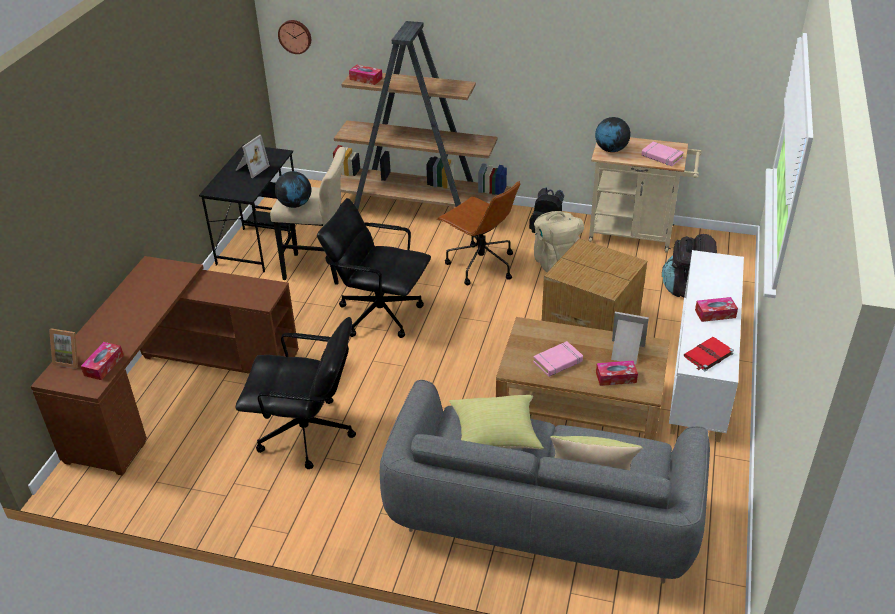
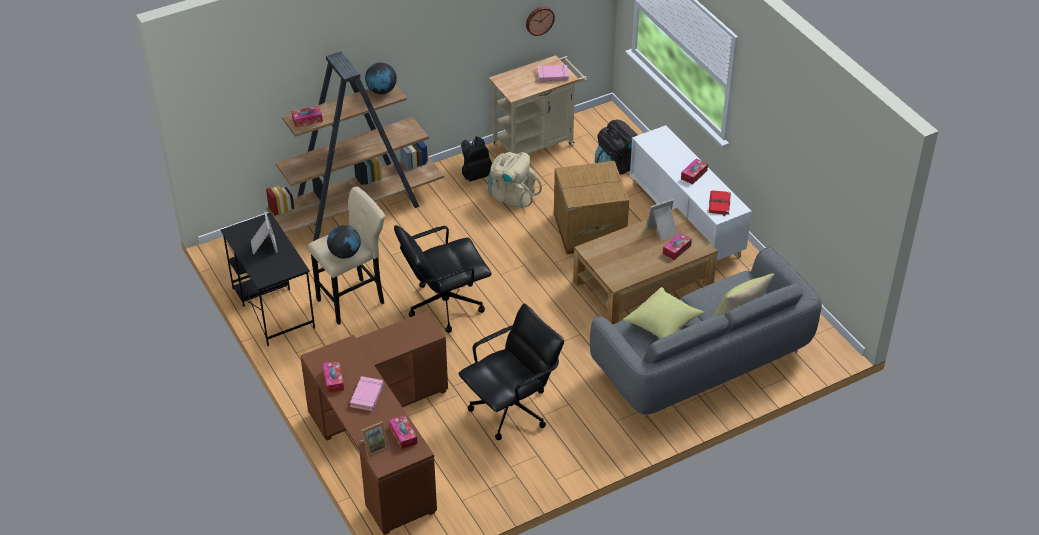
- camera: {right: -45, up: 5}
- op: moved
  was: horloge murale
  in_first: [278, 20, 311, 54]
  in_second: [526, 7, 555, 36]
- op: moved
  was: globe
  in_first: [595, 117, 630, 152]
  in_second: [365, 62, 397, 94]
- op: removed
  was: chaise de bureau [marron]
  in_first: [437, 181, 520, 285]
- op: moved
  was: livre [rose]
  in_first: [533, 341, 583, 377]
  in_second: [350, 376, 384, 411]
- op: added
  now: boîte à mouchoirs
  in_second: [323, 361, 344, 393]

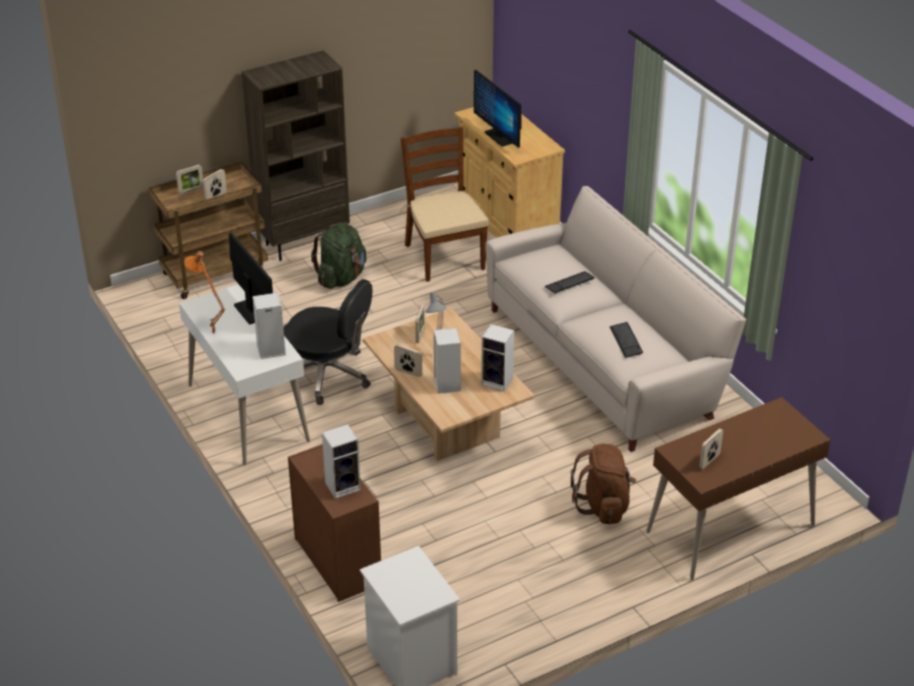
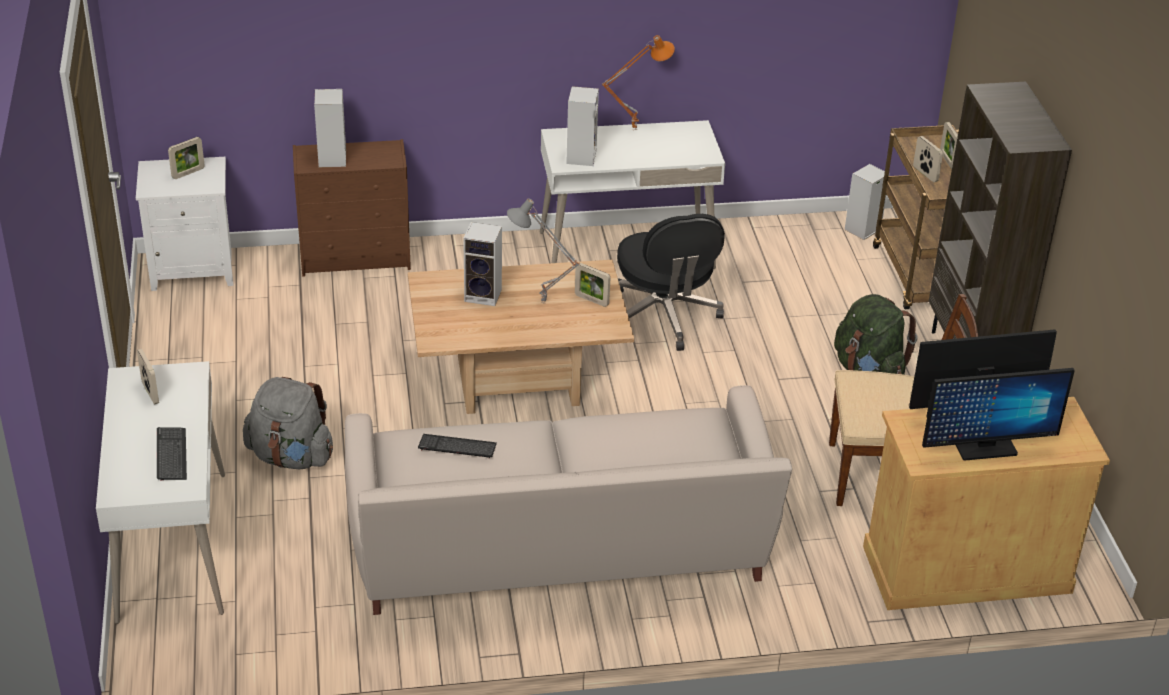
- camera: {right: 110, up: 0}
- op: moved
  was: écran d'ordinateur
  in_first: [229, 233, 273, 324]
  in_second: [922, 368, 1075, 460]
- op: moved
  was: clavier
  in_first: [544, 271, 595, 294]
  in_second: [157, 427, 187, 481]
- op: turned
  was: chaise de bureau [noir]
  in_first: [283, 279, 373, 405]
  in_second: [617, 214, 725, 351]
  clockwise: -60
- op: moved
  was: enceinte
  in_first: [481, 324, 514, 391]
  in_second: [845, 164, 890, 240]
- op: moved
  was: cadre photo
  in_first: [394, 345, 423, 377]
  in_second: [168, 137, 205, 179]
- op: recoloured
  was: bureau [marron]
  now: bureau [blanc]
  in_first: [646, 397, 830, 580]
  in_second: [96, 361, 225, 624]
- op: recoloured
  was: sac à dos [marron]
  now: sac à dos [gris]
  in_first: [571, 444, 636, 525]
  in_second: [243, 377, 333, 469]

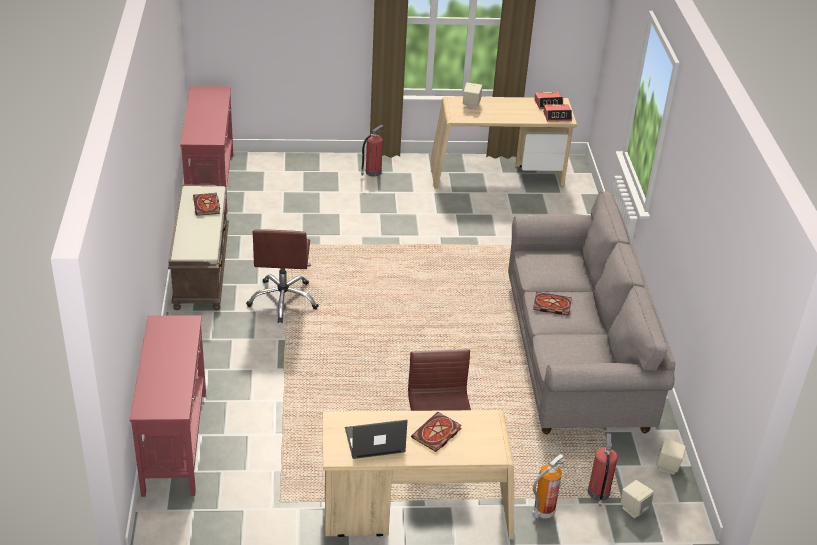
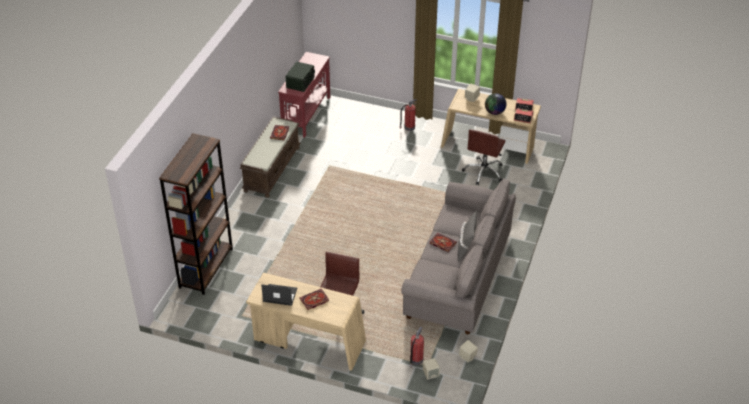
- camera: {right: 25, up: 5}
- op: moved
  was: chaise de bureau [marron]
  in_first: [246, 229, 319, 323]
  in_second: [462, 129, 505, 185]
- op: replaced
  was: table console [rouge]
  now: bibliothèque [marron]
  in_first: [130, 315, 206, 497]
  in_second: [159, 133, 233, 295]
- op: removed
  was: extincteur
  in_first: [532, 454, 564, 519]
- op: added
  now: radio
  in_second: [286, 62, 315, 92]
- op: added
  now: globe
  in_second: [485, 93, 506, 115]
- op: added
  now: coussin [gris]
  in_second: [458, 211, 477, 261]

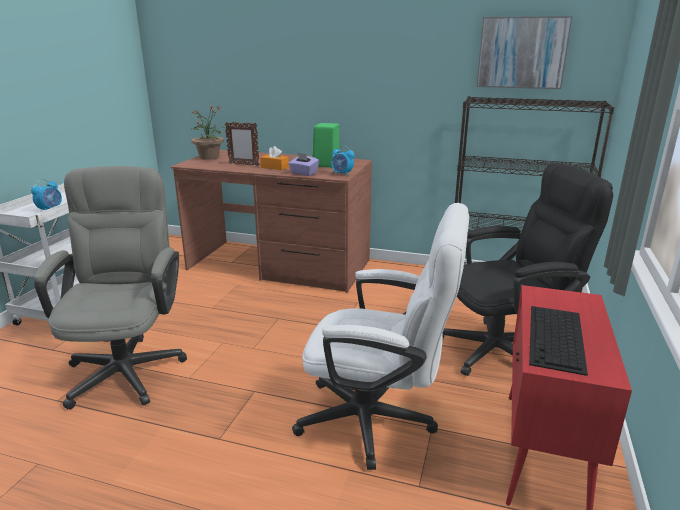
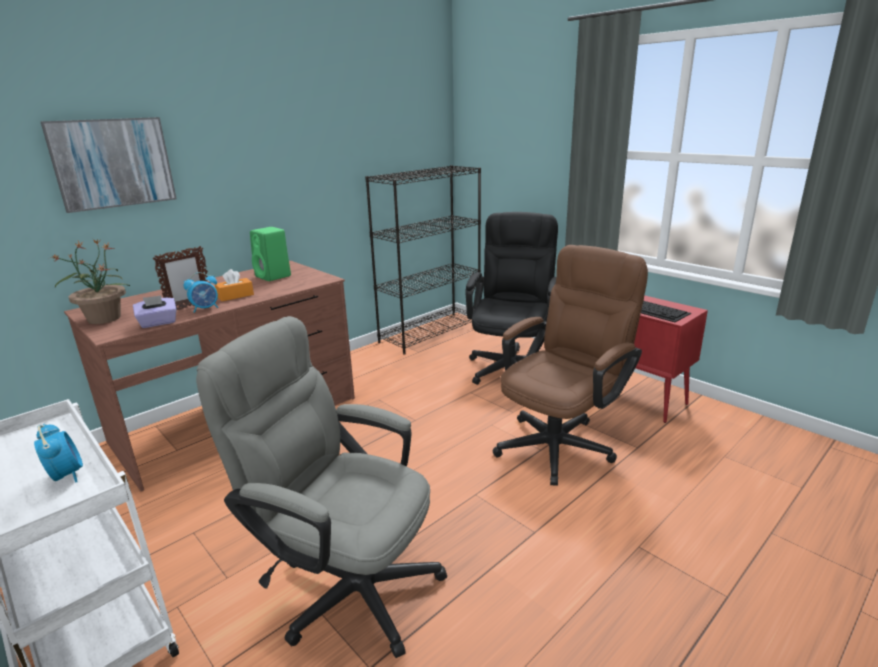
- camera: {right: -60, up: 0}
- op: moved
  was: tableau
  in_first: [476, 16, 572, 89]
  in_second: [40, 117, 177, 213]
- op: moved
  was: réveil
  in_first: [331, 145, 354, 176]
  in_second: [184, 272, 219, 313]
- op: moved
  was: boîte à mouchoirs [violet]
  in_first: [288, 152, 319, 176]
  in_second: [133, 295, 177, 328]
- op: recoloured
  was: chaise de bureau [blanc]
  now: chaise de bureau [marron]
  in_first: [292, 203, 469, 470]
  in_second: [493, 245, 648, 486]

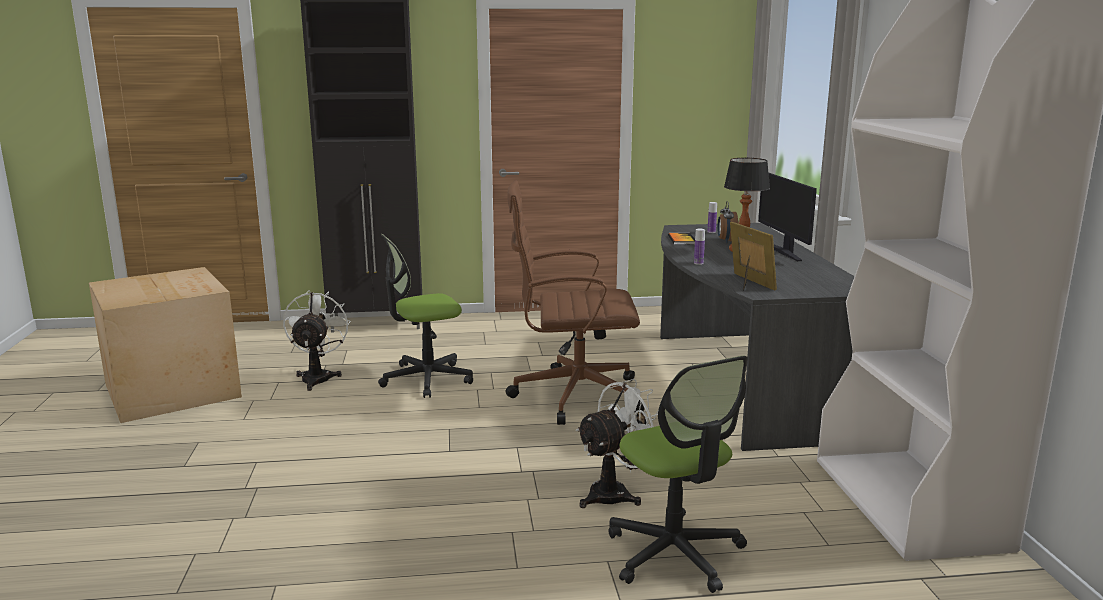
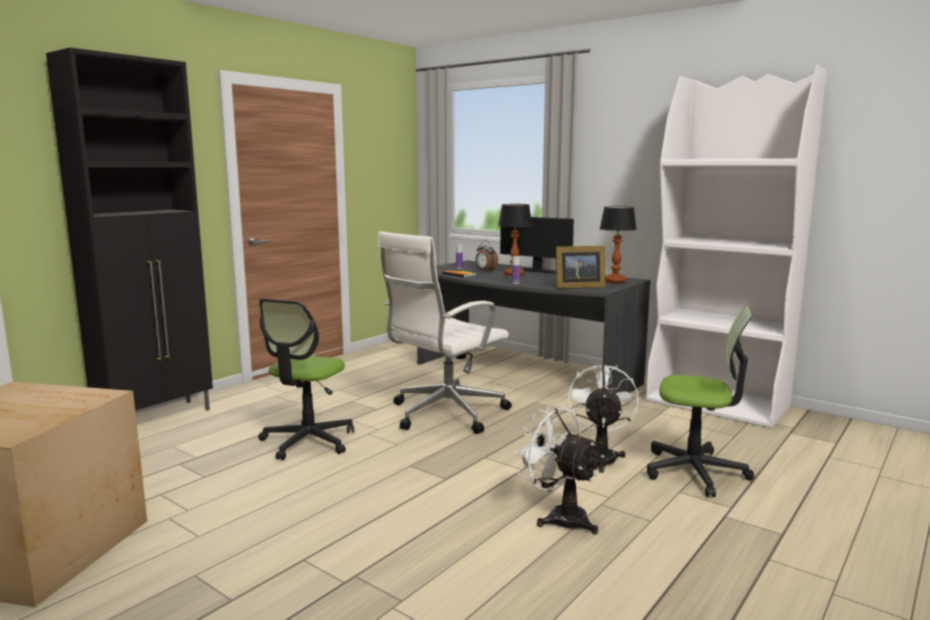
- camera: {right: -45, up: -5}
- op: recoloured
  was: chaise de bureau [marron]
  now: chaise de bureau [blanc]
  in_first: [506, 180, 645, 425]
  in_second: [377, 231, 512, 434]
- op: turned
  was: cadre photo
  in_first: [730, 222, 777, 291]
  in_second: [556, 246, 605, 289]
  clockwise: 150
- op: moved
  was: ventilateur [blanc]
  in_first: [283, 290, 351, 391]
  in_second: [514, 404, 605, 534]
- op: added
  now: lampe de table
  in_second: [600, 206, 637, 283]

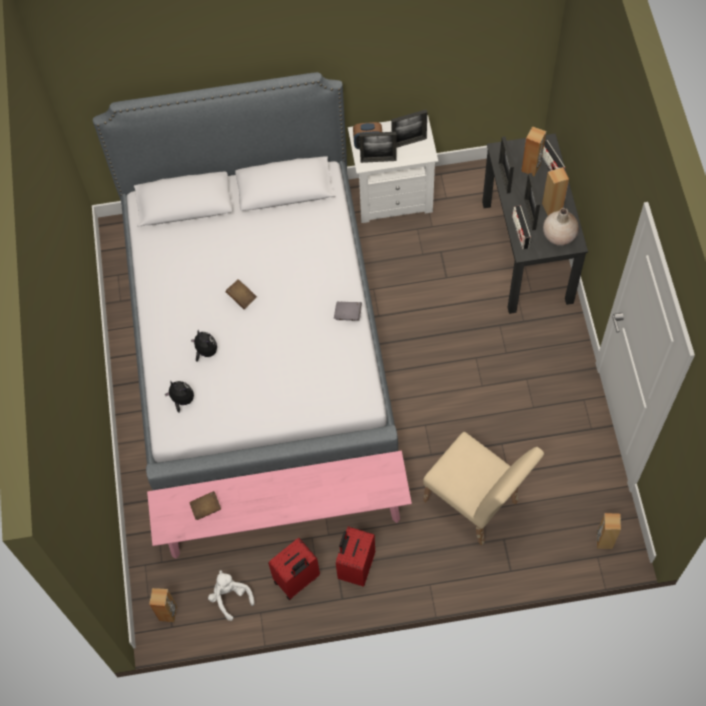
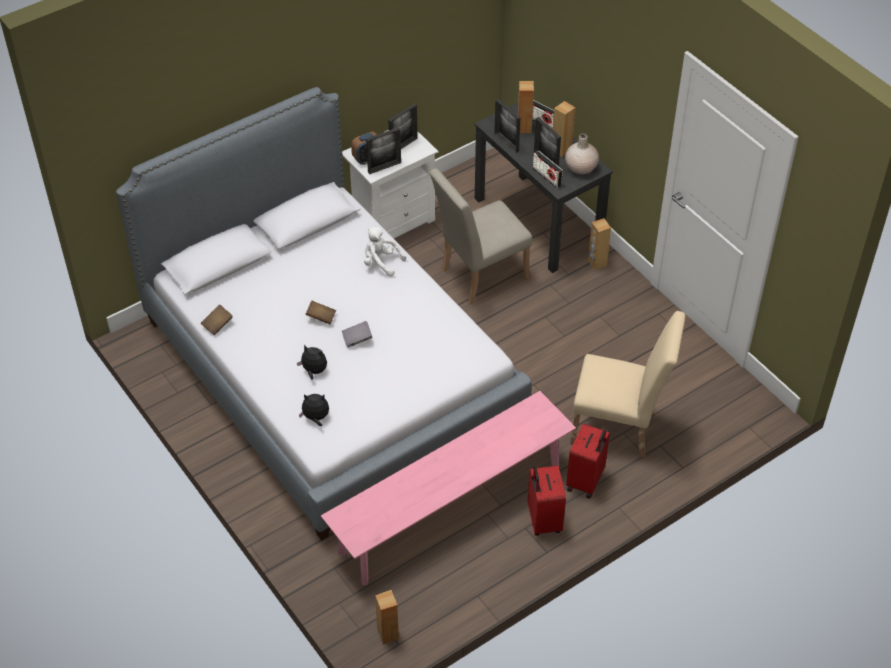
- camera: {right: -30, up: -15}
- op: moved
  was: livre [gris]
  in_first: [334, 302, 362, 321]
  in_second: [342, 321, 373, 348]
- op: moved
  was: livre [marron]
  in_first: [189, 491, 221, 520]
  in_second: [201, 304, 233, 335]
- op: moved
  was: enceinte [marron]
  in_first: [597, 513, 621, 549]
  in_second: [588, 218, 611, 270]
- op: moved
  was: valise [rouge]
  in_first: [268, 538, 320, 600]
  in_second: [566, 423, 610, 499]
- op: moved
  was: peluche [blanc]
  in_first: [208, 570, 255, 621]
  in_second: [364, 227, 406, 277]
- op: added
  now: chaise [beige]
  in_second: [429, 168, 532, 304]

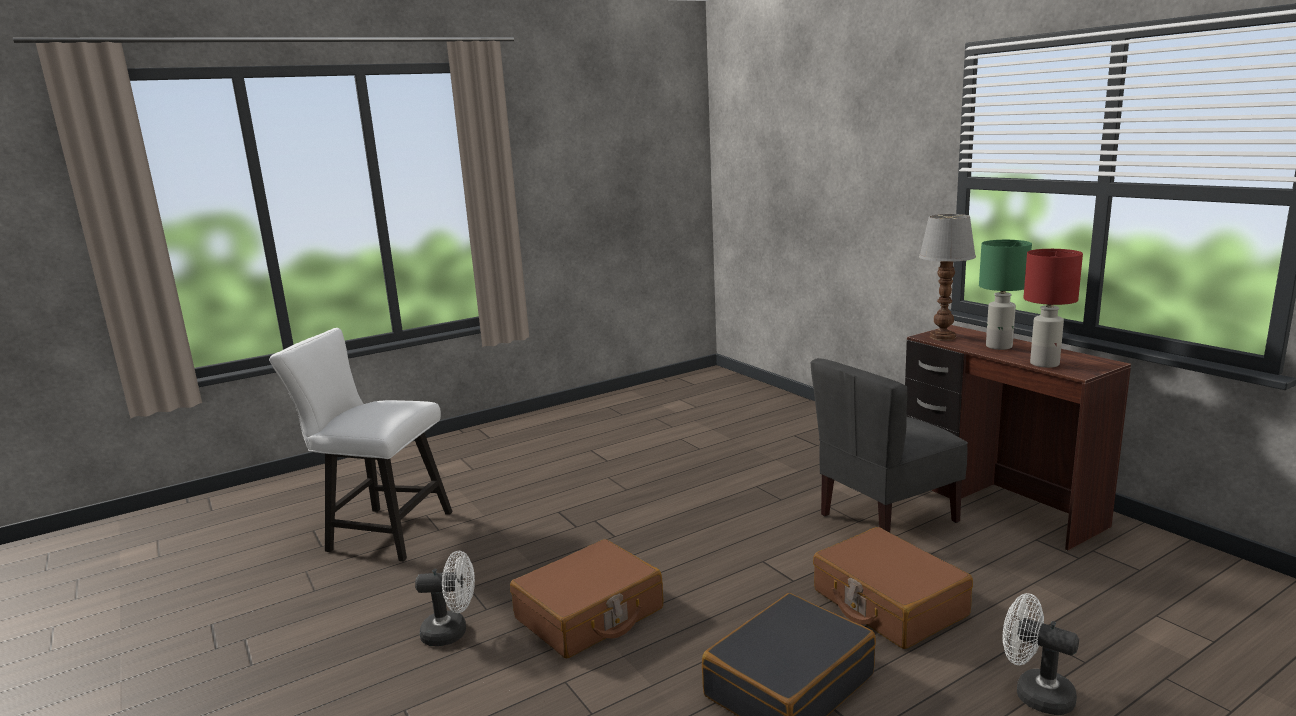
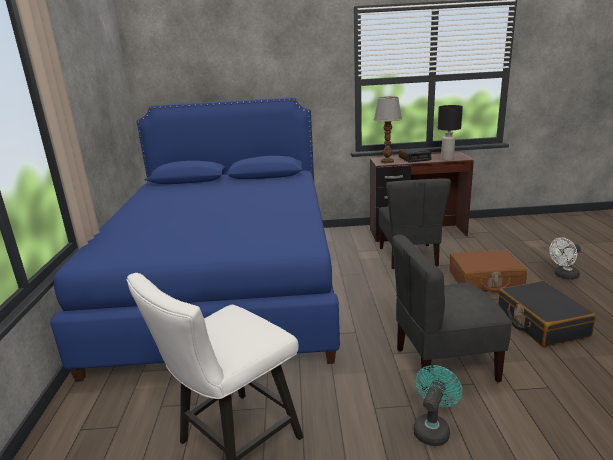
- camera: {right: -60, up: 5}
- op: replaced
  was: lampe de table [vert]
  now: réveil
  in_first: [979, 240, 1032, 350]
  in_second: [399, 148, 431, 163]
- op: recoloured
  was: lampe de table [rouge]
  now: lampe de table [noir]
  in_first: [1024, 249, 1083, 368]
  in_second: [438, 105, 463, 160]
- op: replaced
  was: valise [marron]
  now: chaise [gris]
  in_first: [510, 539, 663, 658]
  in_second: [392, 234, 512, 391]
- op: recoloured
  was: ventilateur [blanc]
  now: ventilateur [turquoise]
  in_first: [415, 551, 475, 646]
  in_second: [414, 365, 462, 446]
- op: added
  now: lit [bleu]
  in_second: [50, 97, 340, 382]

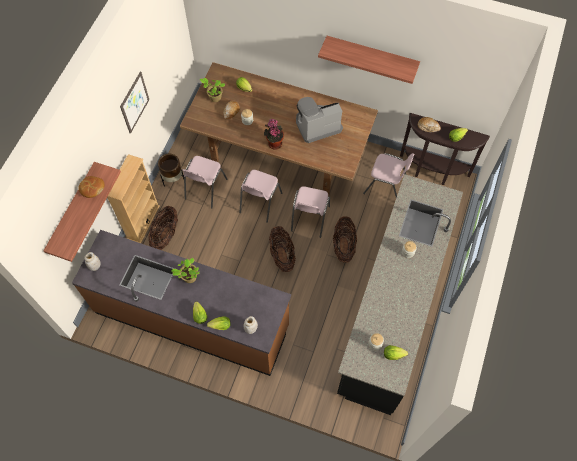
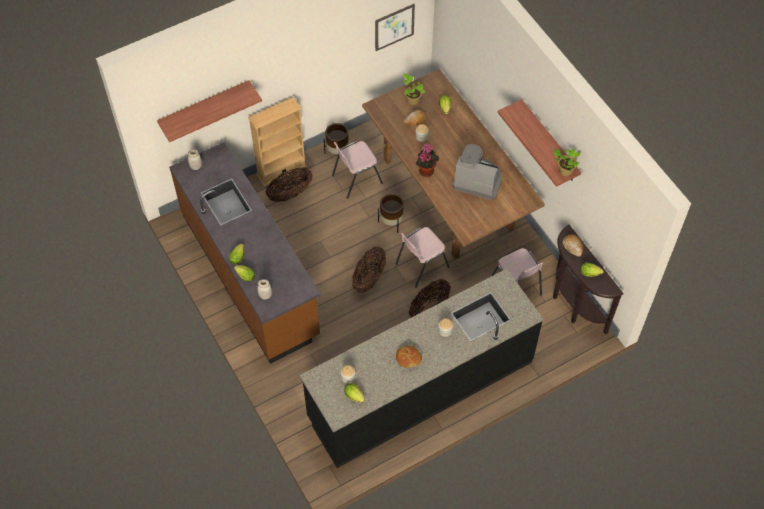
- camera: {right: 40, up: -5}
- op: moved
  was: tableau
  in_first: [120, 71, 149, 134]
  in_second: [375, 4, 415, 51]
- op: replaced
  was: chaise [rose]
  now: cache-pot [marron]
  in_first: [239, 170, 282, 223]
  in_second: [378, 193, 404, 233]
- op: moved
  was: pain
  in_first: [78, 176, 105, 198]
  in_second: [396, 345, 422, 368]
- op: moved
  was: plante en pot
  in_first: [171, 258, 200, 283]
  in_second: [553, 149, 581, 176]

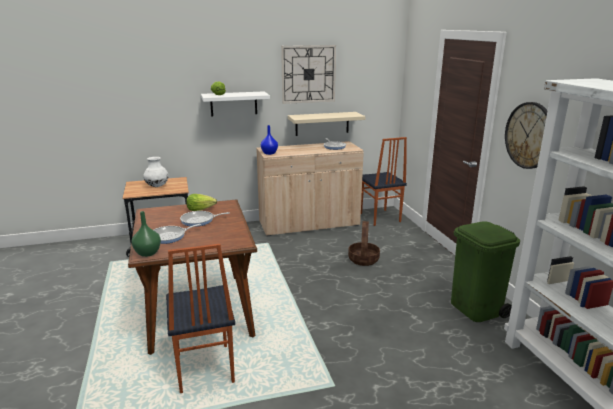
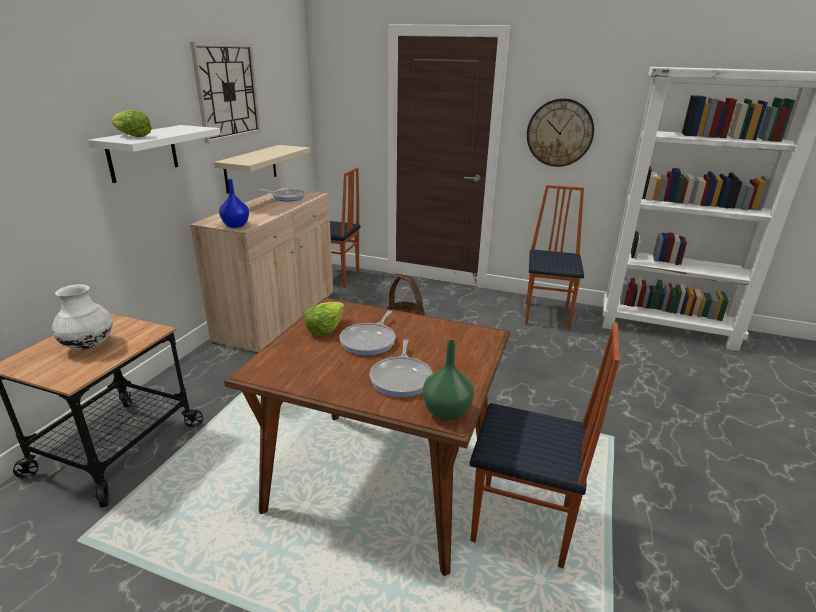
- camera: {right: -55, up: 5}
- op: replaced
  was: poubelle [vert]
  now: chaise
  in_first: [451, 221, 520, 322]
  in_second: [525, 185, 584, 330]

